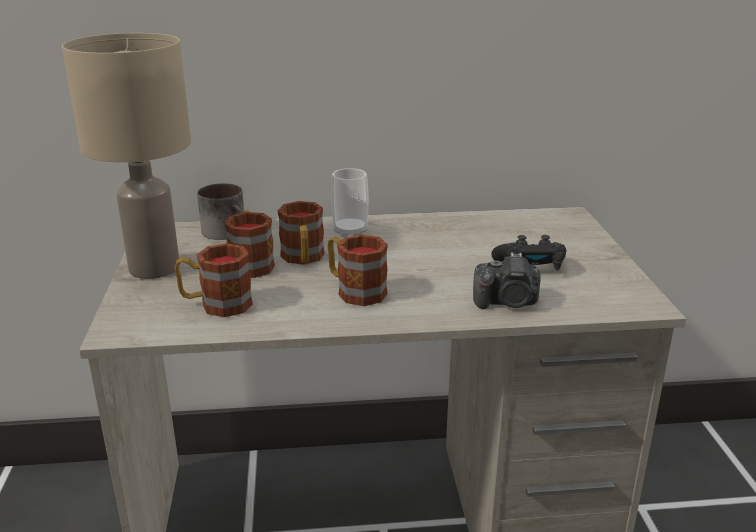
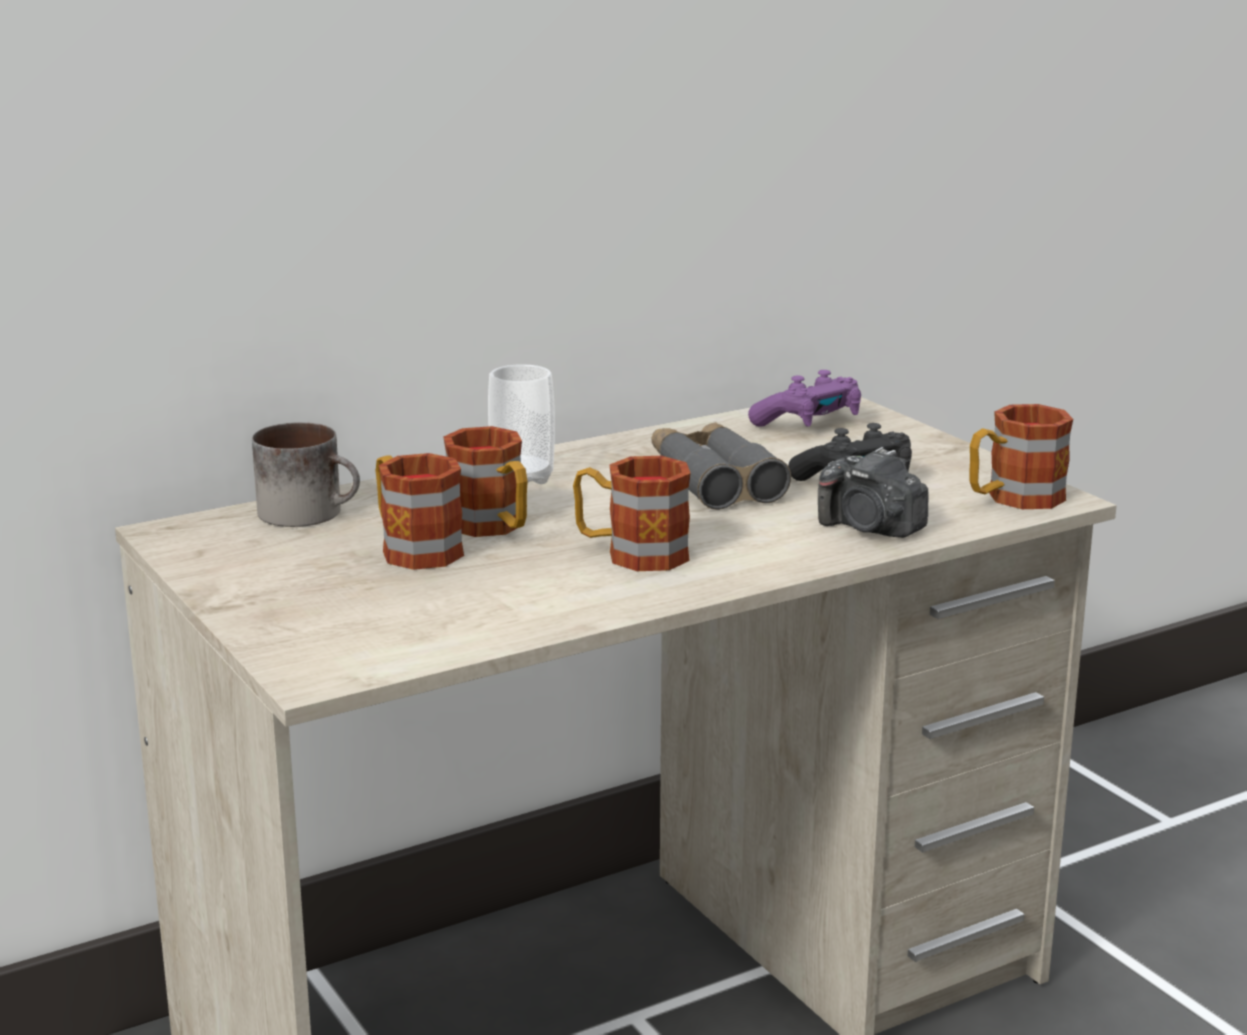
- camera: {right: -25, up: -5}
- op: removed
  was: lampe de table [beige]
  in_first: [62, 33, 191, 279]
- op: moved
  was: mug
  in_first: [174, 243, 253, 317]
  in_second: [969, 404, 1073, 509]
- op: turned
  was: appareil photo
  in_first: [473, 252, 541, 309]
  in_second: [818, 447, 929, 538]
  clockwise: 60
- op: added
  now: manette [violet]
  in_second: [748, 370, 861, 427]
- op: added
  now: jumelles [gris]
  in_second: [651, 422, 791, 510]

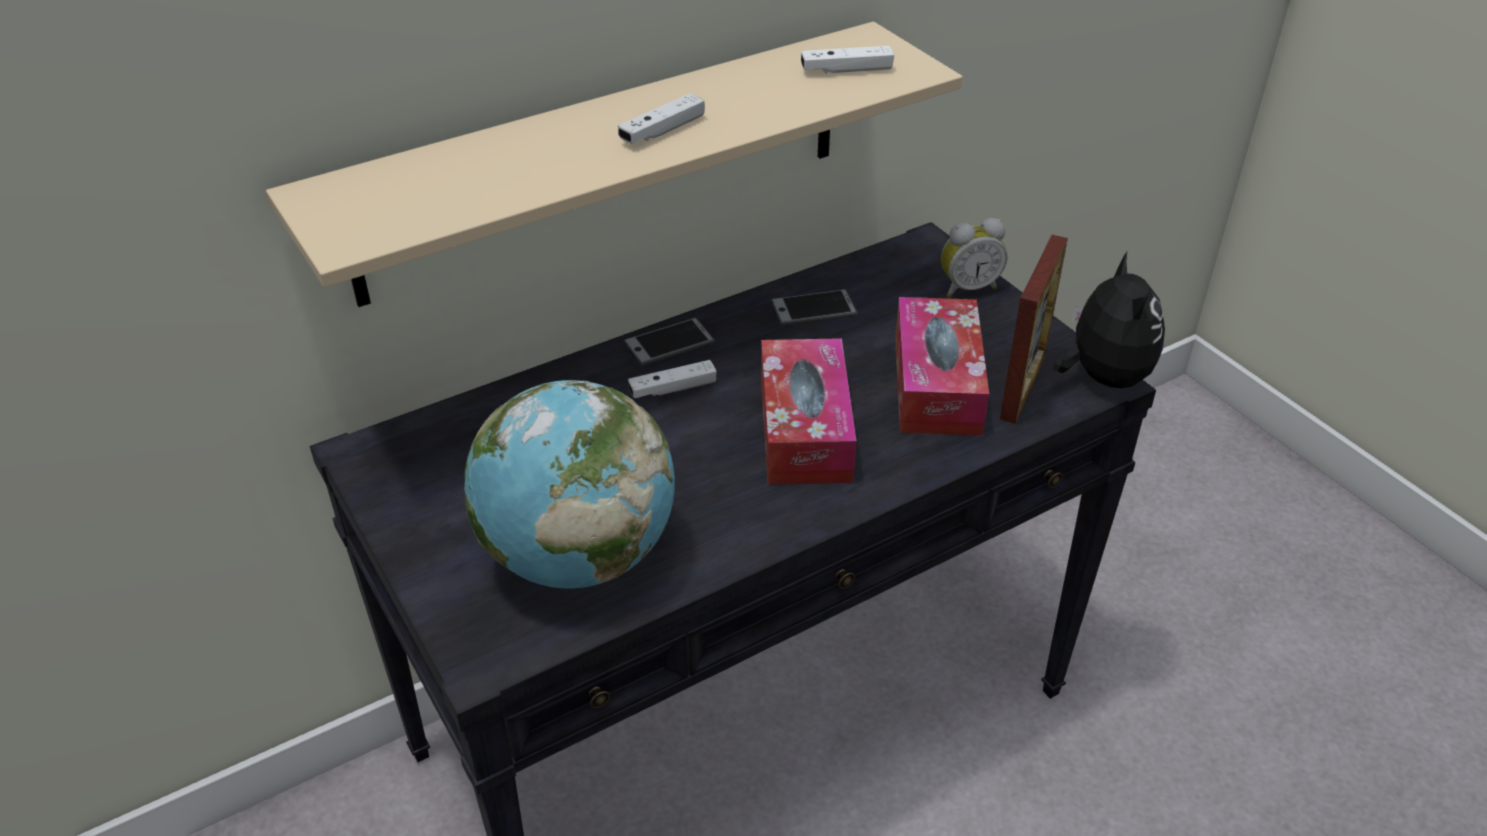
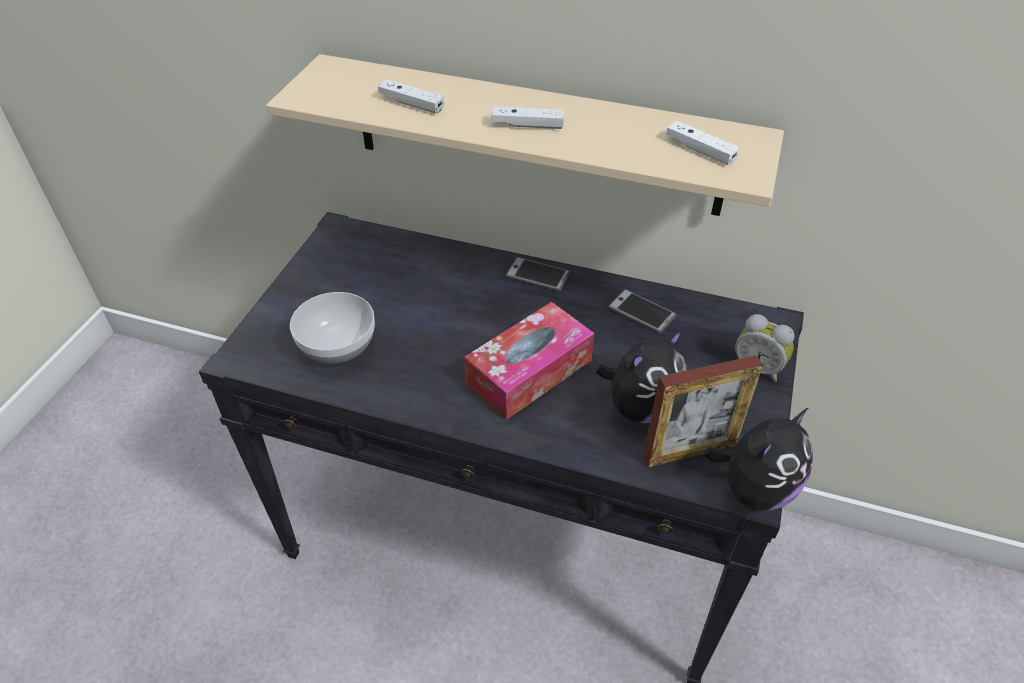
- camera: {right: 50, up: 5}
- op: replaced
  was: boîte à mouchoirs
  now: peluche
  in_first: [895, 297, 989, 436]
  in_second: [596, 328, 688, 424]
- op: moved
  was: manette [blanc]
  in_first: [628, 360, 717, 398]
  in_second: [378, 79, 444, 114]
- op: replaced
  was: globe
  now: bol
  in_first: [464, 380, 675, 589]
  in_second: [290, 292, 375, 364]

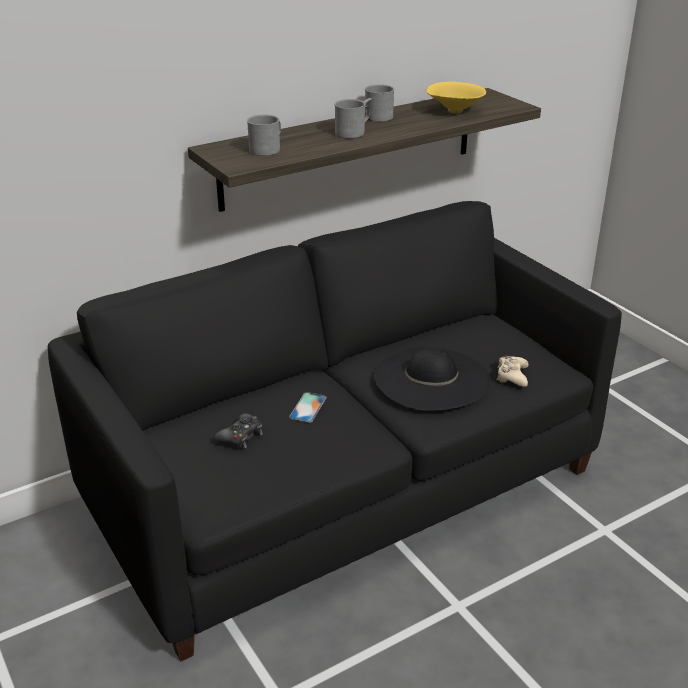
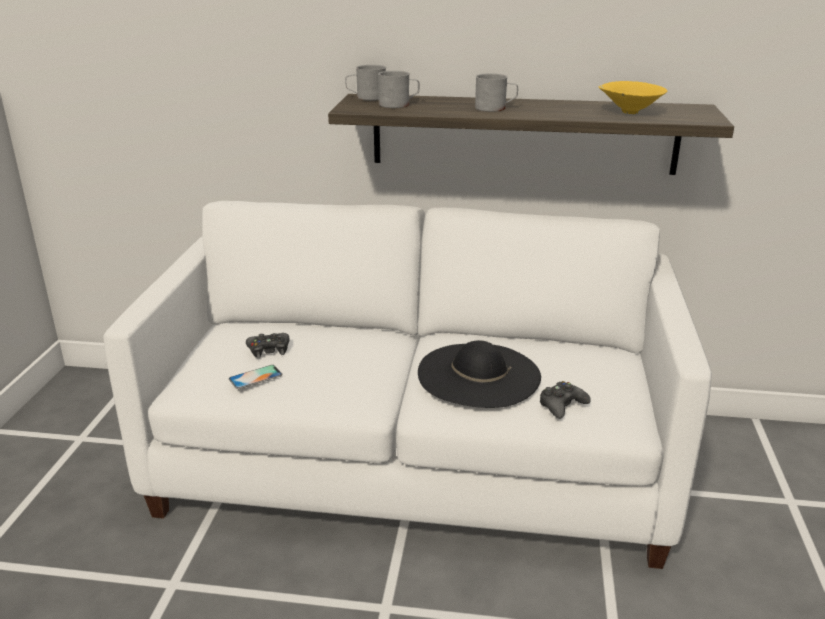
- camera: {right: 40, up: -5}
- op: moved
  was: mug [gris]
  in_first: [364, 84, 394, 122]
  in_second: [345, 65, 386, 101]
- op: recoloured
  was: canapé [noir]
  now: canapé [blanc]
  in_first: [48, 201, 622, 662]
  in_second: [103, 201, 712, 569]
- op: recoloured
  was: manette [beige]
  now: manette [noir]
  in_first: [496, 356, 529, 387]
  in_second: [540, 381, 591, 419]
- op: moved
  was: téléphone
  in_first: [289, 392, 327, 423]
  in_second: [229, 365, 282, 389]

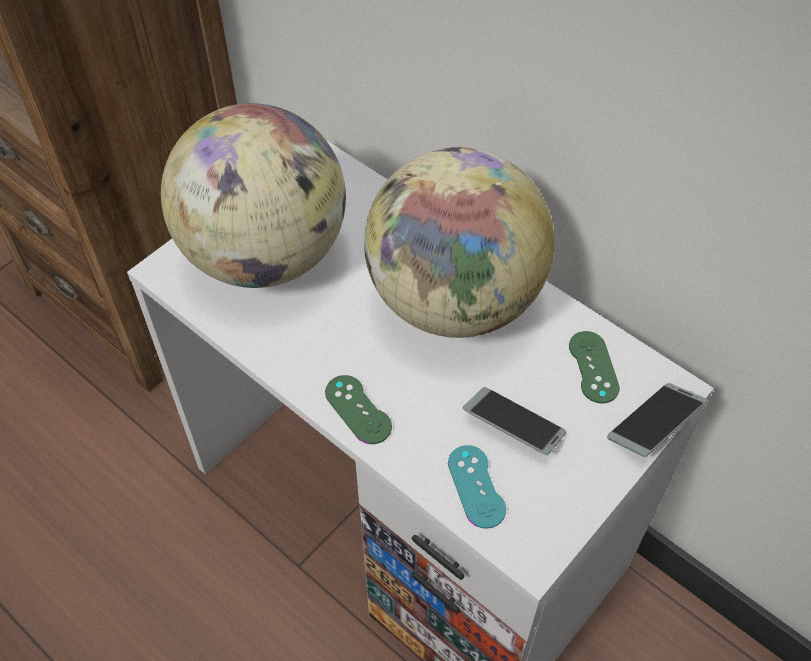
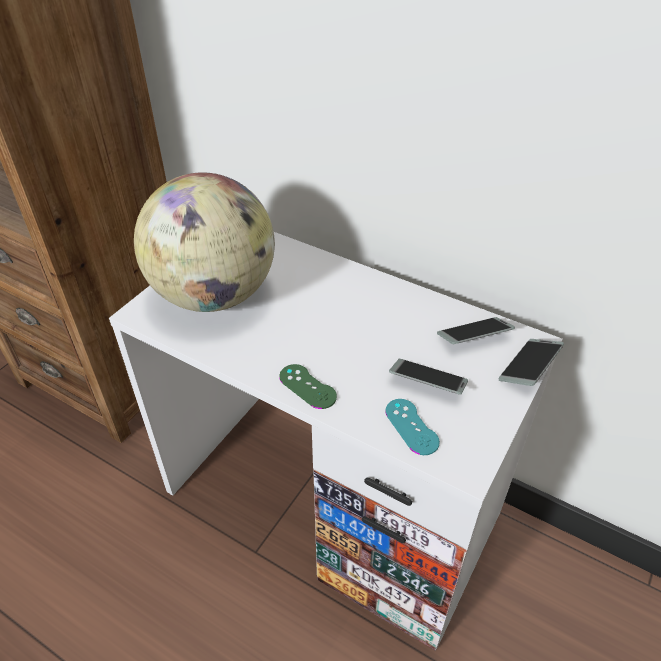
- camera: {right: -10, up: -10}
- op: removed
  was: globe
  in_first: [364, 147, 554, 338]
- op: replaced
  was: manette [vert]
  now: téléphone
  in_first: [569, 331, 620, 403]
  in_second: [437, 317, 515, 344]

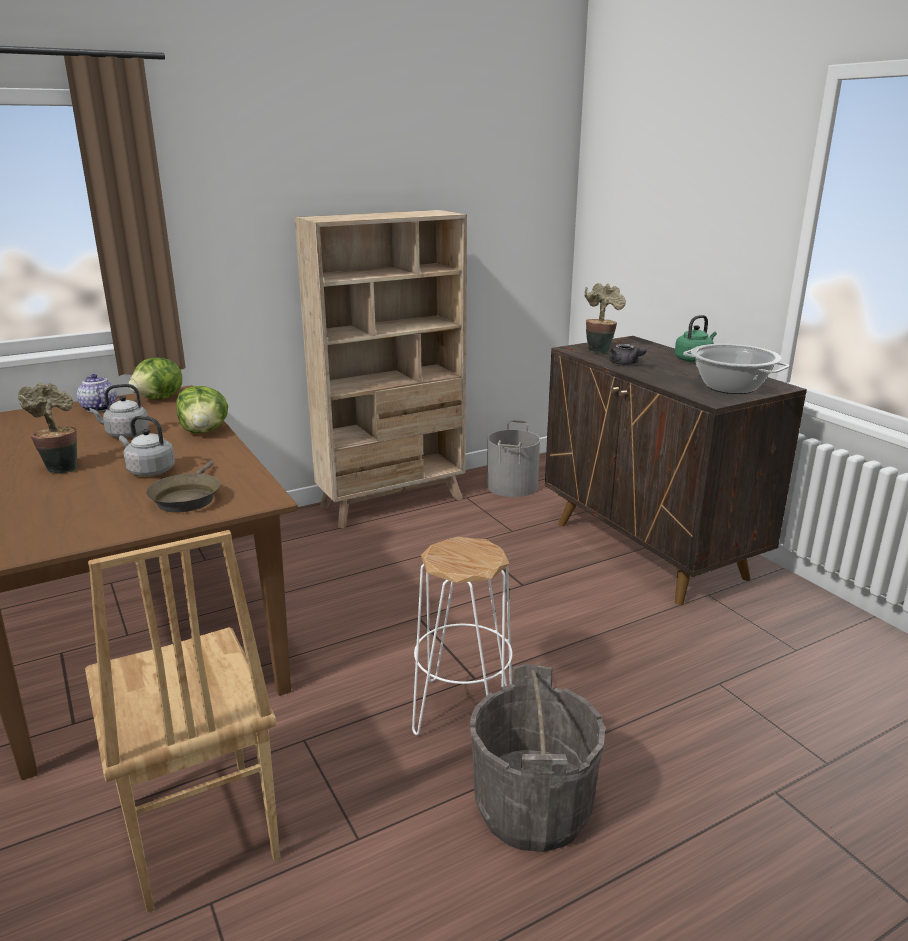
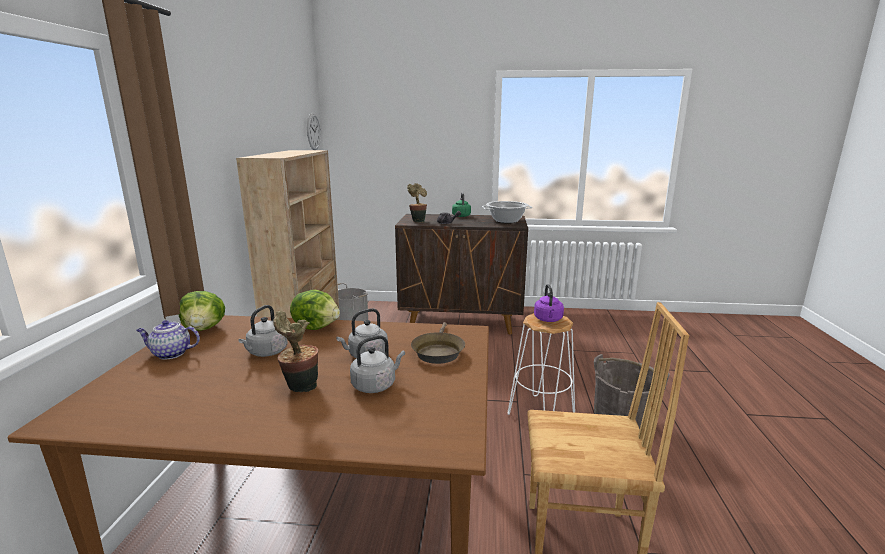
- camera: {right: -55, up: -5}
- op: turned
  was: poêle [marron]
  in_first: [146, 461, 220, 512]
  in_second: [411, 322, 465, 364]
  clockwise: 60
- op: added
  now: horloge murale
  in_second: [307, 113, 321, 150]
- op: added
  now: bouilloire [violet]
  in_second: [534, 284, 564, 322]
- op: added
  now: bouilloire [gris]
  in_second: [350, 335, 405, 393]

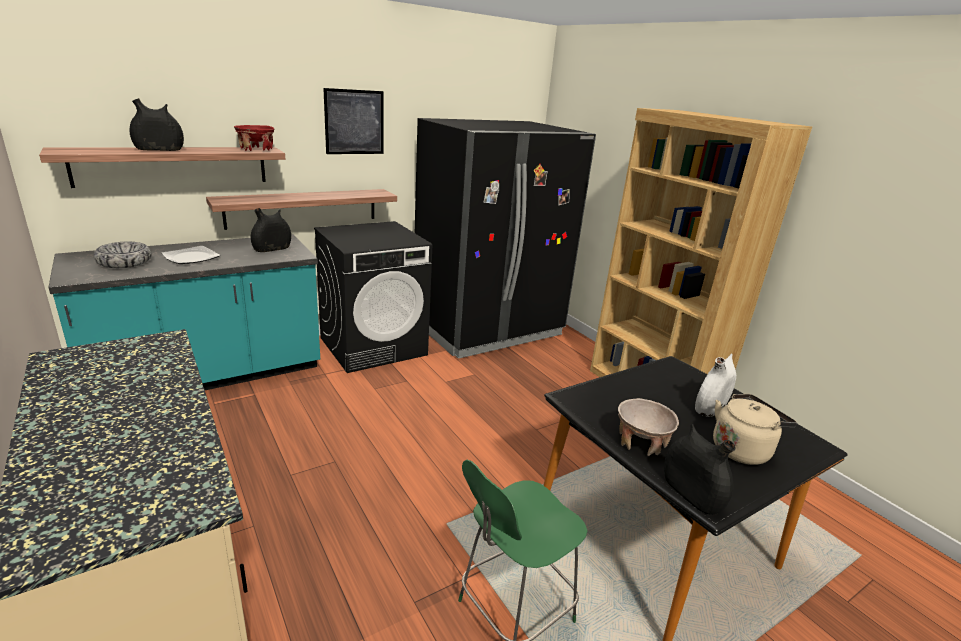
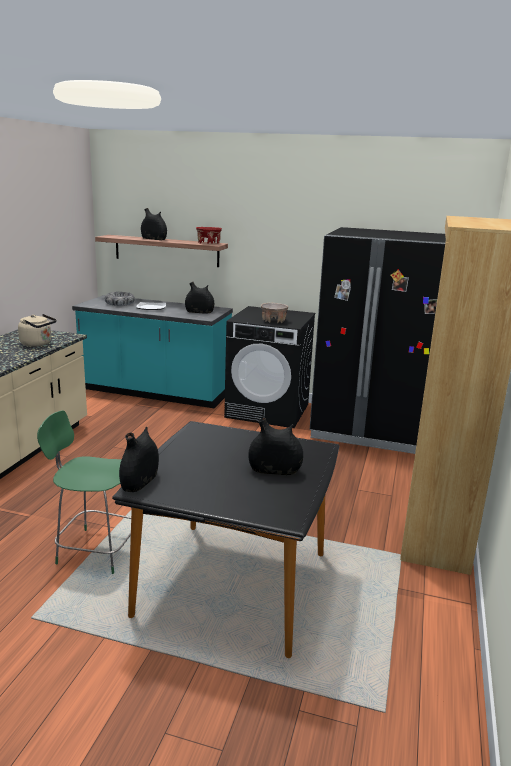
- camera: {right: 50, up: -5}
- op: removed
  was: tableau
  in_first: [323, 88, 384, 154]
- op: removed
  was: étagère
  in_first: [206, 189, 397, 230]
- op: recoloured
  was: vase [blanc]
  now: vase [noir]
  in_first: [695, 353, 736, 417]
  in_second: [249, 418, 303, 475]
- op: moved
  was: bouilloire [beige]
  in_first: [713, 394, 797, 465]
  in_second: [18, 314, 56, 347]
- op: moved
  was: bol [beige]
  in_first: [618, 398, 679, 456]
  in_second: [261, 303, 288, 323]

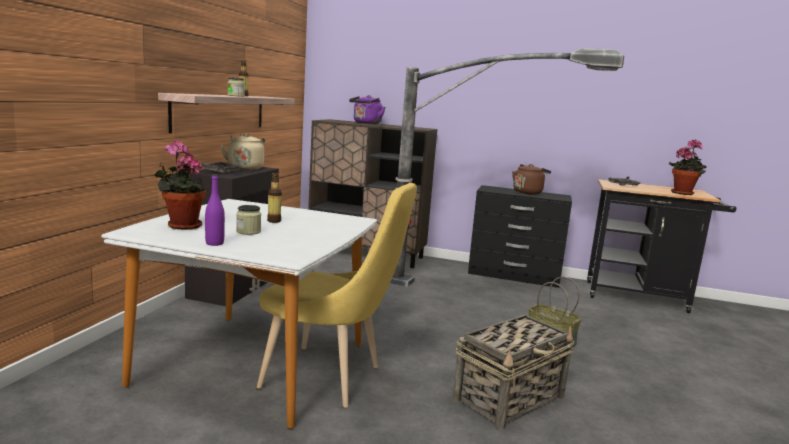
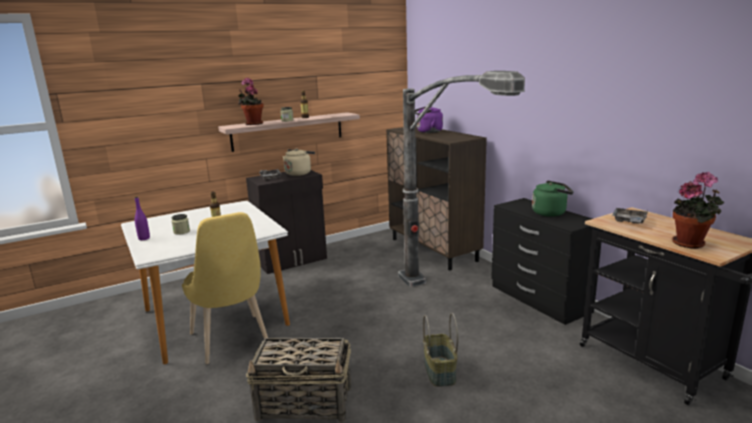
- camera: {right: 45, up: 5}
- op: moved
  was: plante en pot
  in_first: [154, 141, 206, 230]
  in_second: [239, 78, 263, 125]
- op: recoloured
  was: bouilloire [marron]
  now: bouilloire [vert]
  in_first: [512, 164, 551, 195]
  in_second: [532, 181, 573, 217]

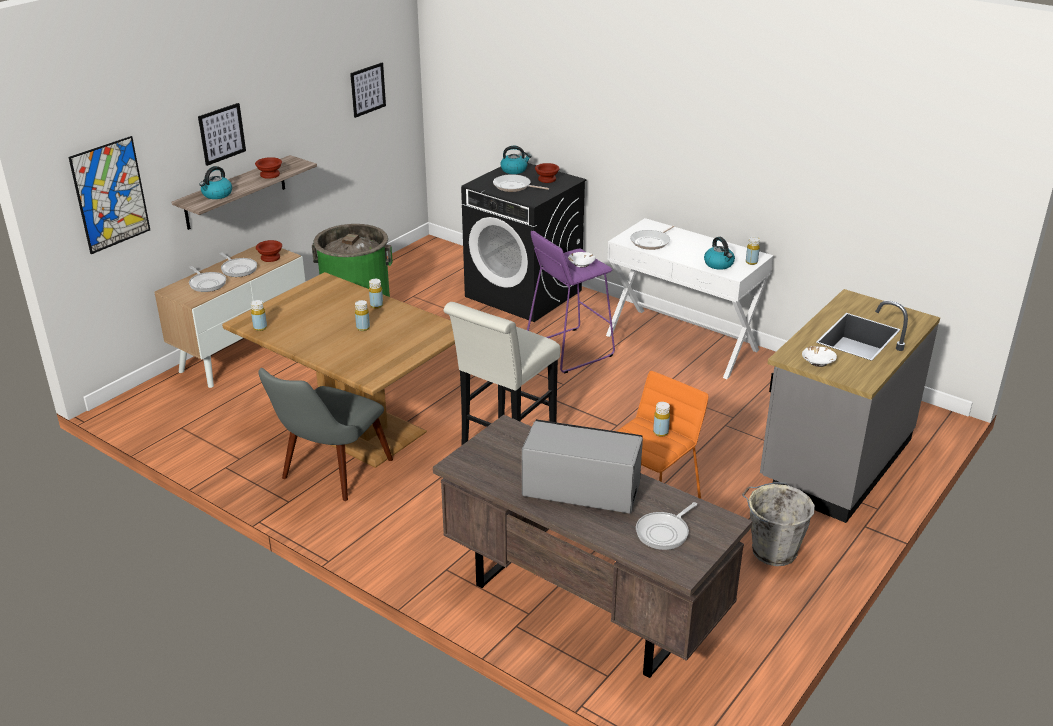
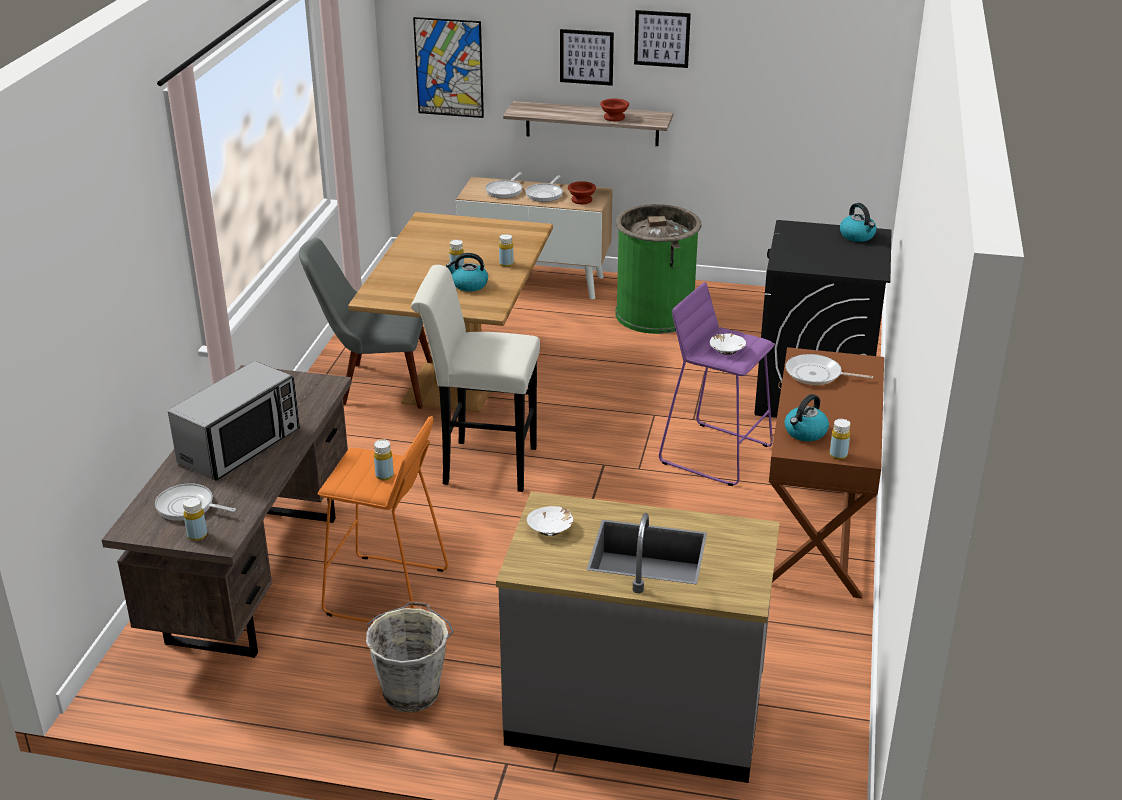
- camera: {right: 65, up: 0}
- op: moved
  was: tableau
  in_first: [350, 63, 386, 118]
  in_second: [634, 10, 691, 68]
- op: removed
  was: bol [marron]
  in_first: [535, 163, 560, 183]
- op: moved
  was: bouilloire
  in_first: [199, 166, 232, 199]
  in_second: [446, 253, 488, 291]
- op: removed
  was: poêle
  in_first: [493, 174, 549, 192]
- op: recoloured
  was: table console [blanc]
  now: table console [marron]
  in_first: [606, 218, 774, 379]
  in_second: [769, 347, 884, 599]
- op: moved
  was: bouteille [jaune]
  in_first: [251, 300, 267, 331]
  in_second: [183, 497, 207, 541]
- op: turned
  was: micro-ondes
  in_first: [522, 419, 643, 513]
  in_second: [168, 361, 300, 481]
  clockwise: 45

